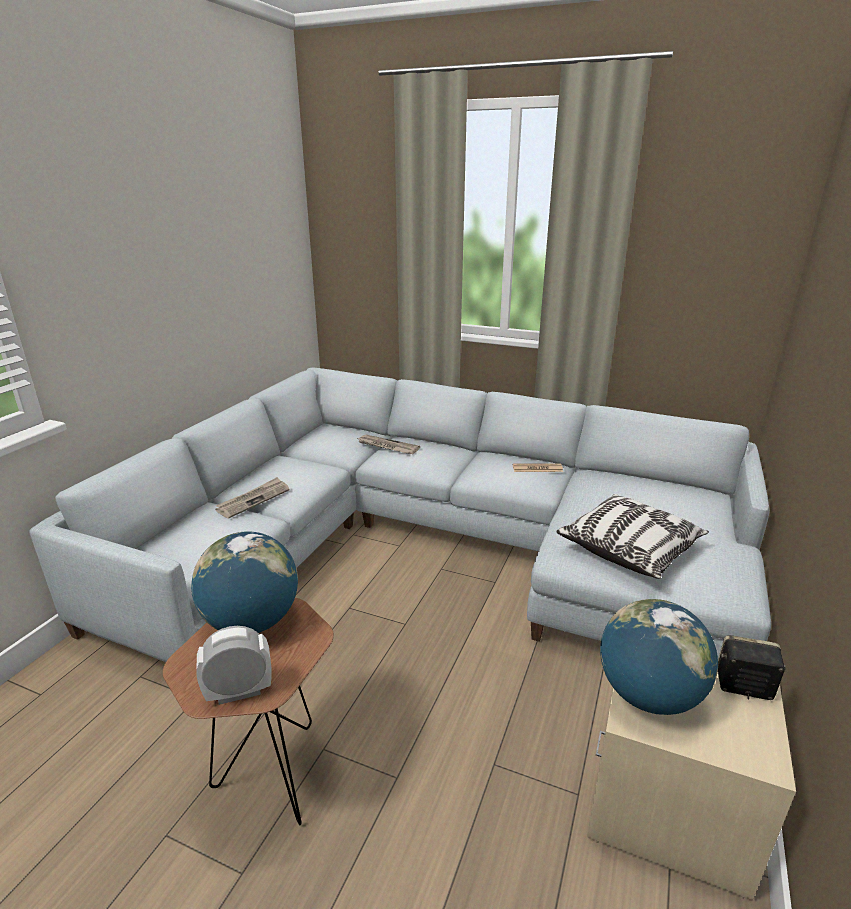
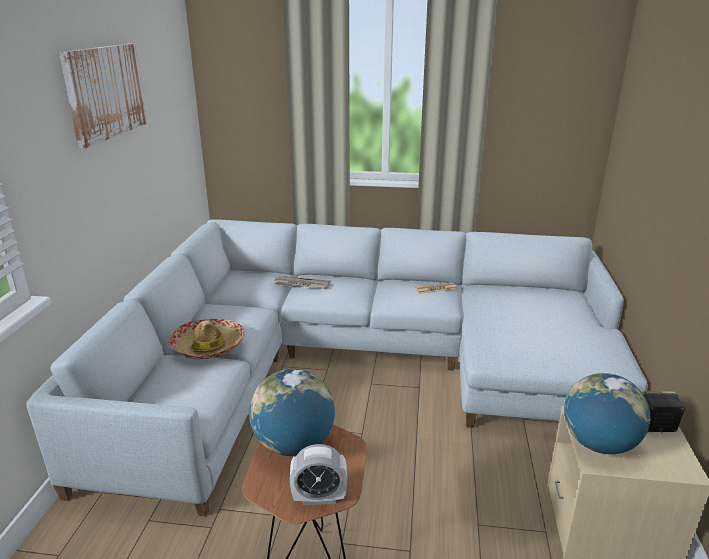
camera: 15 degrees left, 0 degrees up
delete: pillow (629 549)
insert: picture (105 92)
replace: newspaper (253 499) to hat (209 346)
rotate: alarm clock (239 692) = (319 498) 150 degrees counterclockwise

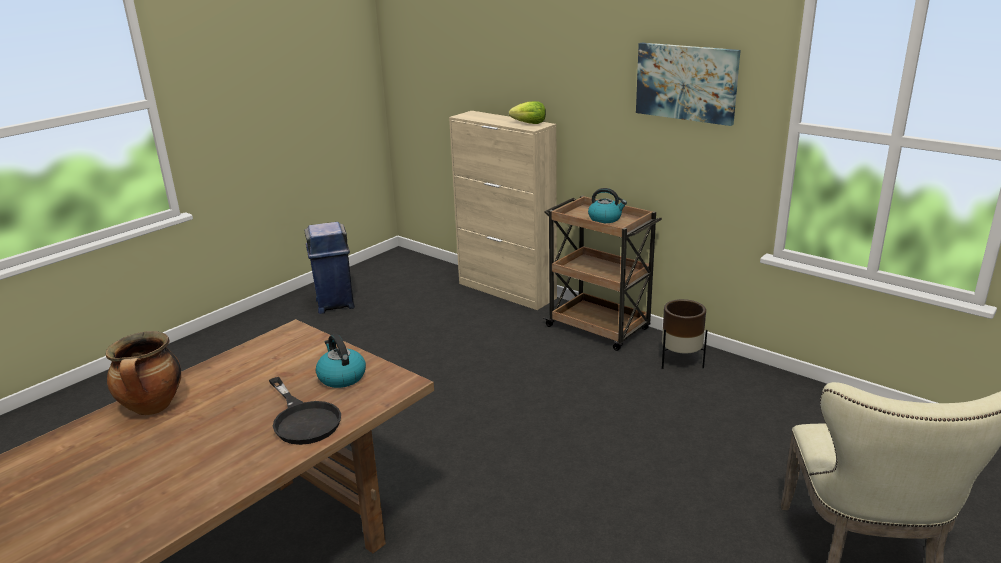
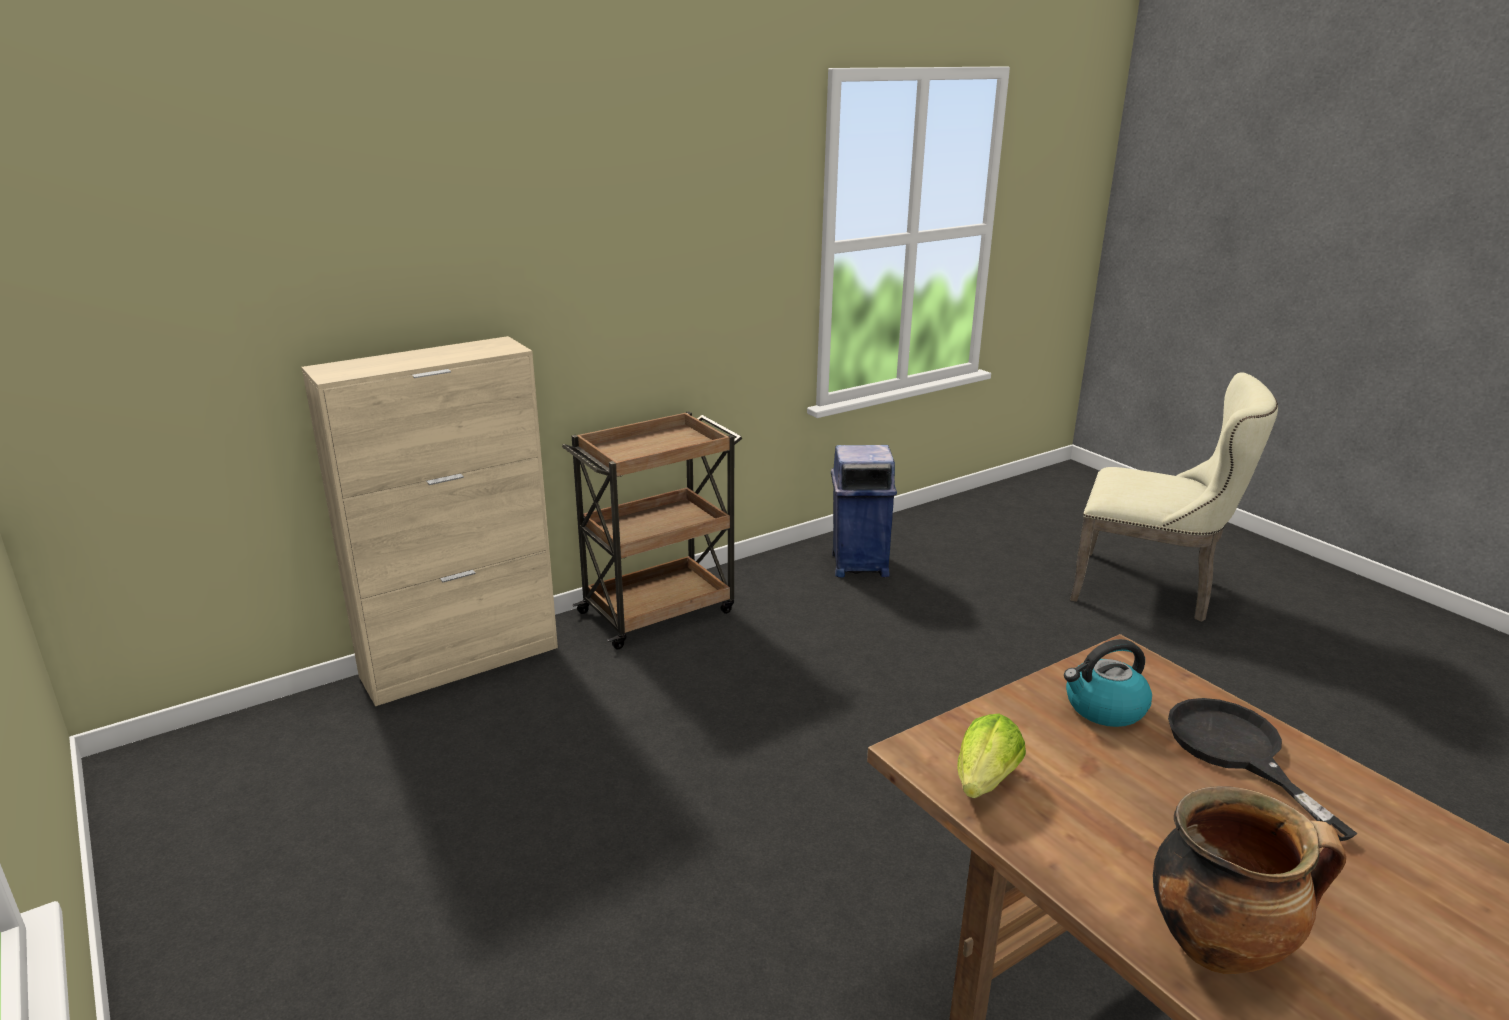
camera: 75 degrees left, 0 degrees up
delete: kettle (605 218); picture (686 82); planter (brown) (681 362)
move: trash can (blue) (335 303) to (858 564); lettuce (529 124) to (985 781)
rotate: frying pan (black) (303 419) = (1236 752) 90 degrees counterclockwise

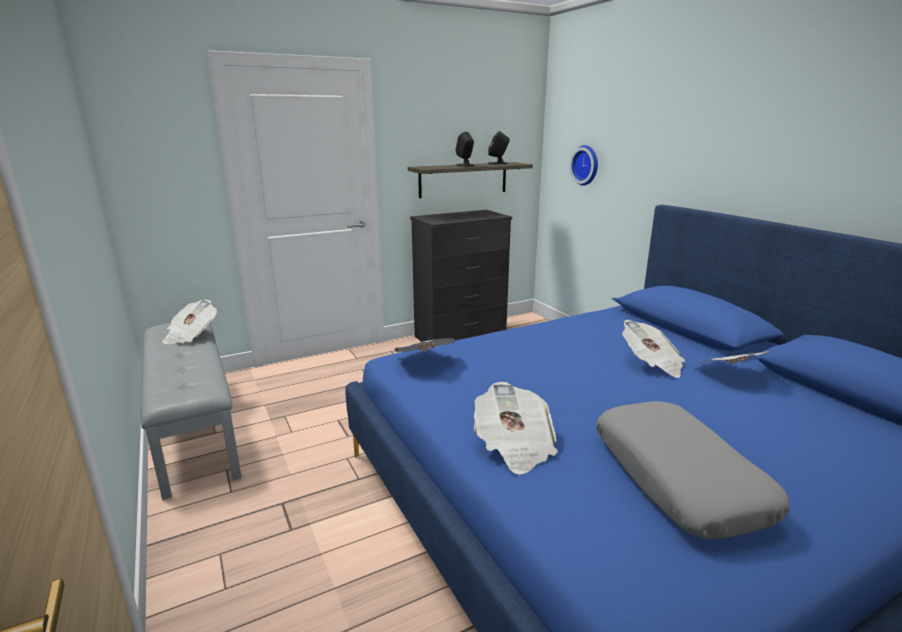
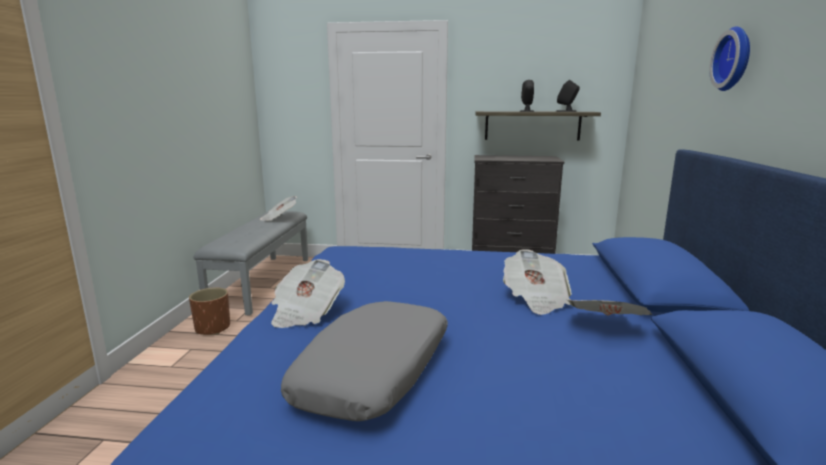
camera: 35 degrees right, 5 degrees down
delete: newspaper (424 361)
insert: planter (brown) (212 328)
move: wall clock (586 165) to (735 59)

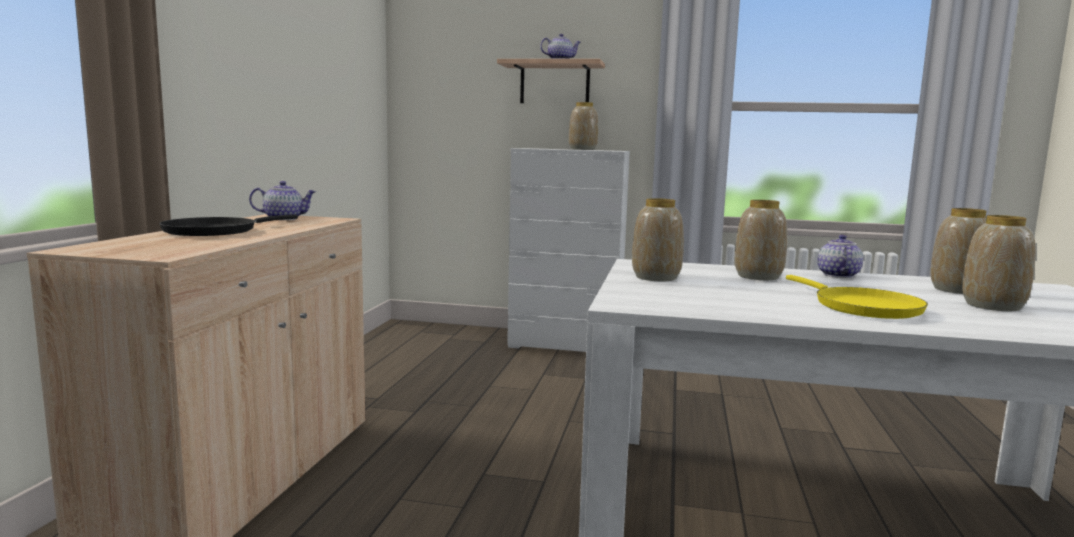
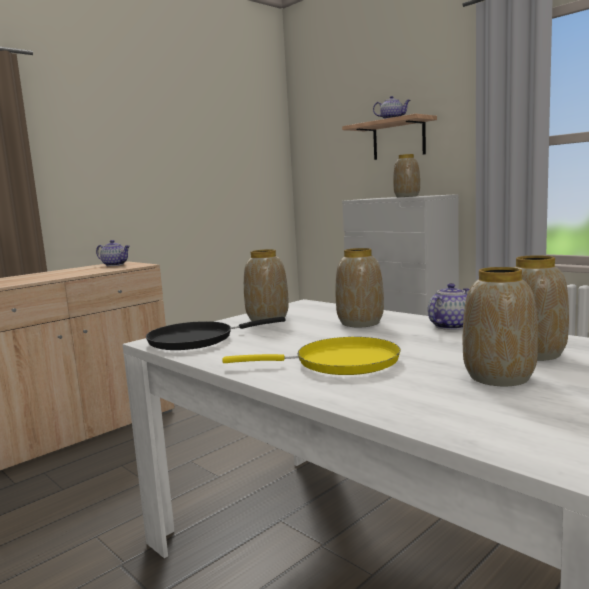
camera: 35 degrees right, 0 degrees up
move: frying pan (black) (215 231) to (197 340)
rotate: frying pan (yellow) (861 307) = (339 363) 105 degrees counterclockwise

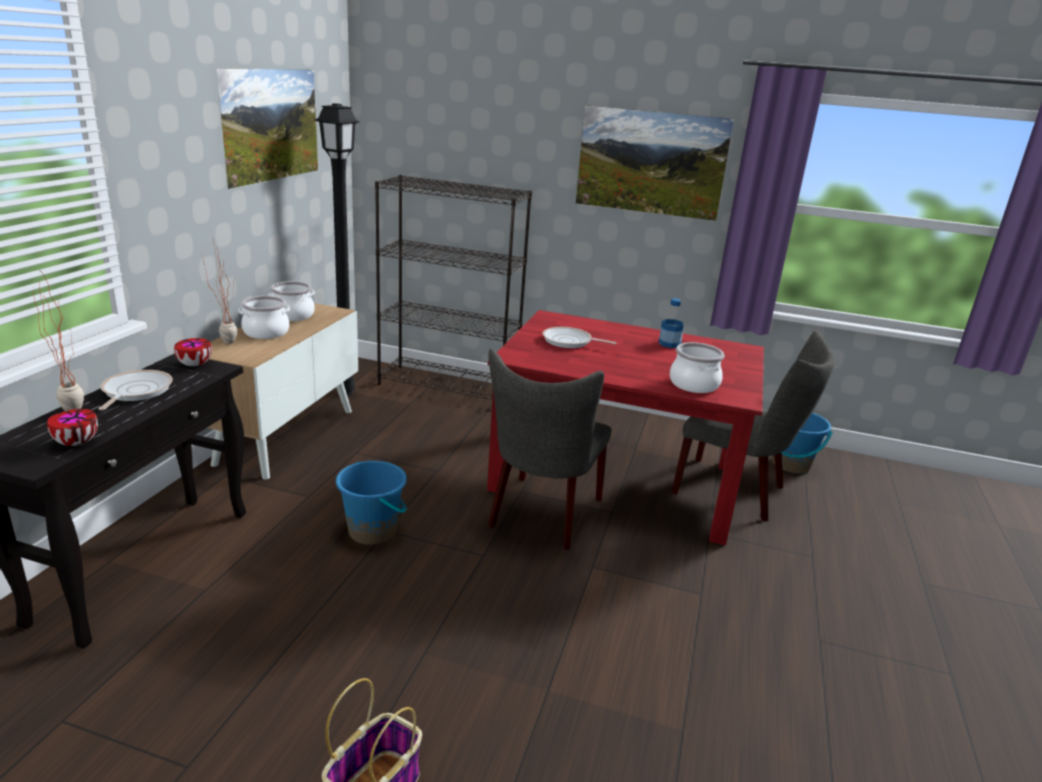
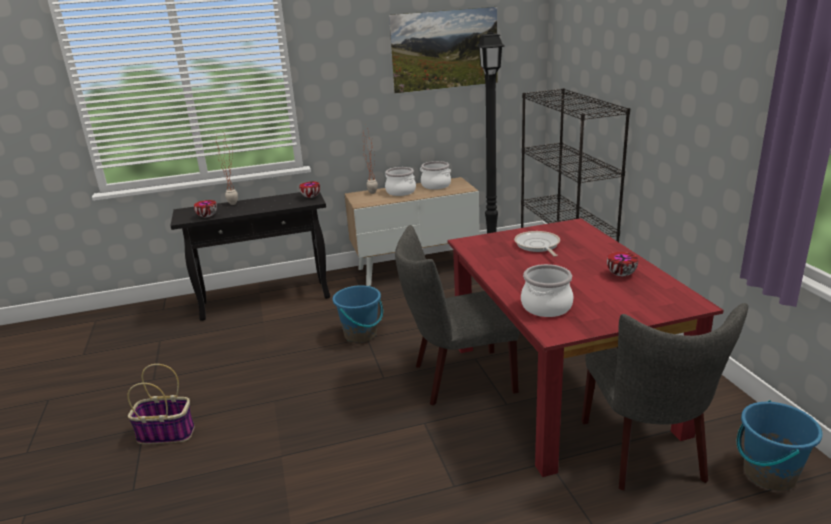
camera: 60 degrees right, 0 degrees up
delete: frying pan (135 392); picture (647 187)
replace: bottle (669 344) to bowl (621 274)

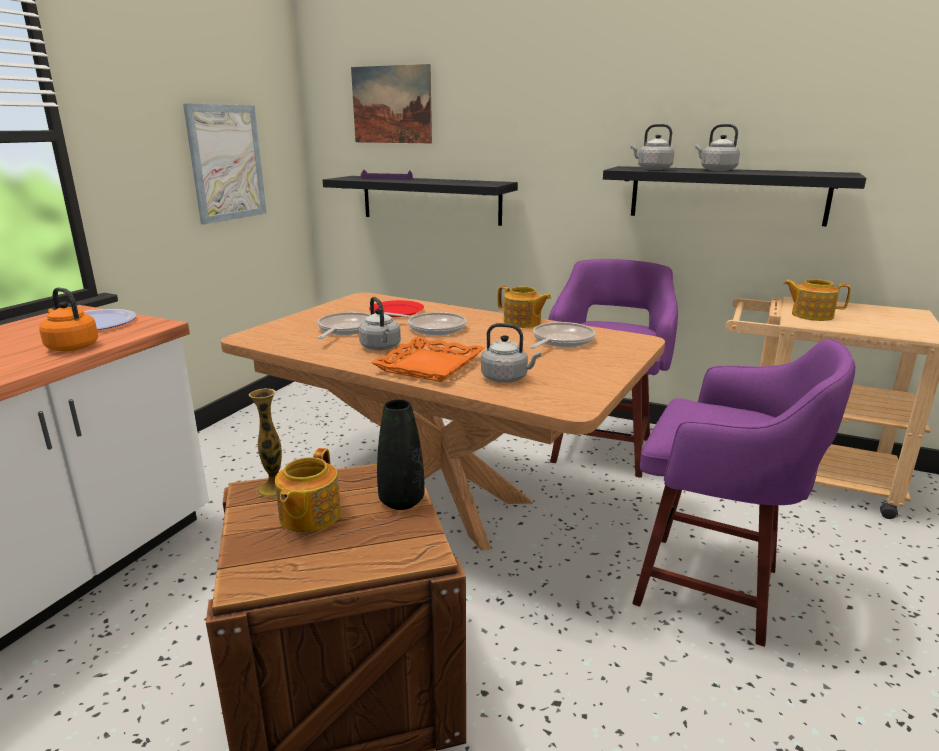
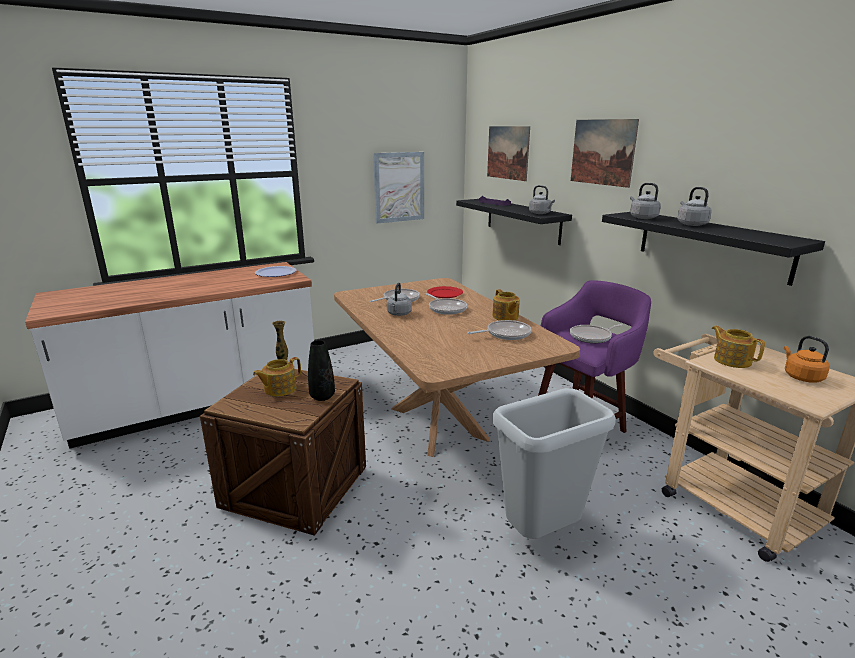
camera: 35 degrees right, 0 degrees up
delete: tray (orange) (429 365)
insert: frying pan (592 337); picture (602 152)
move: kettle (grey) (507 378) to (540 213); kettle (orange) (71 346) to (801 377)
replace: stool (purple) (713 588) to trash can (grey) (542 536)

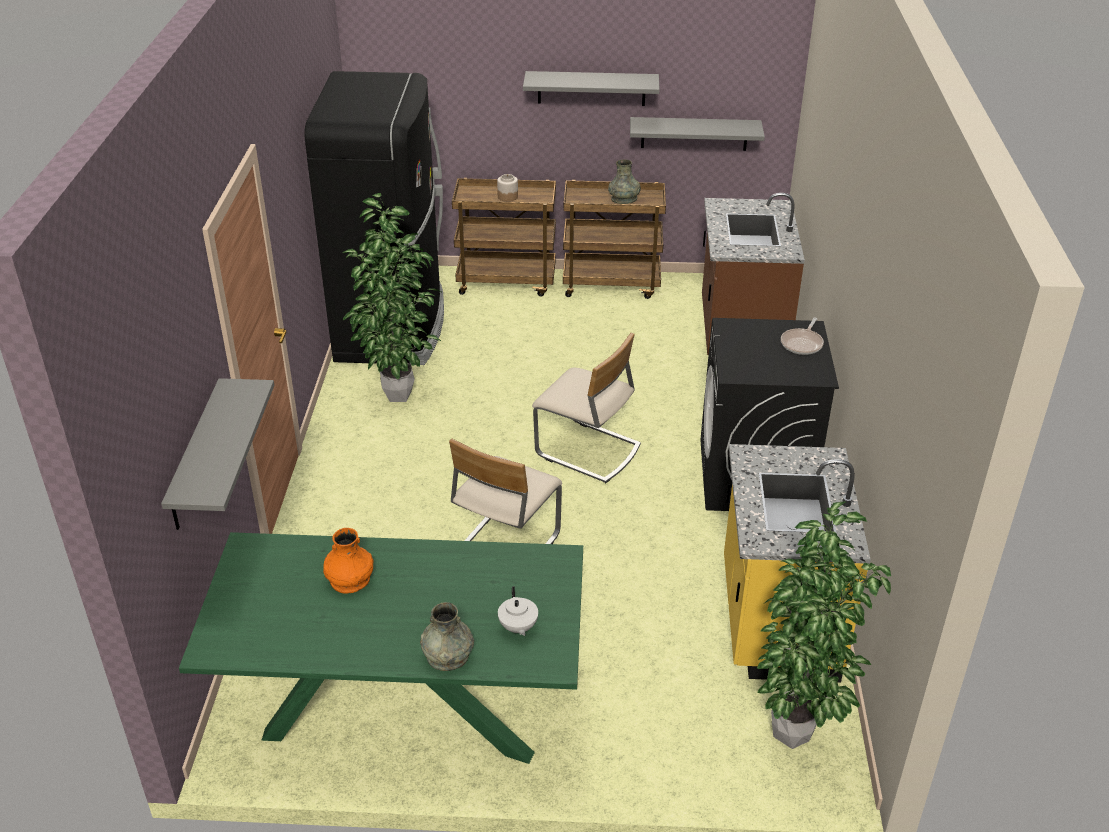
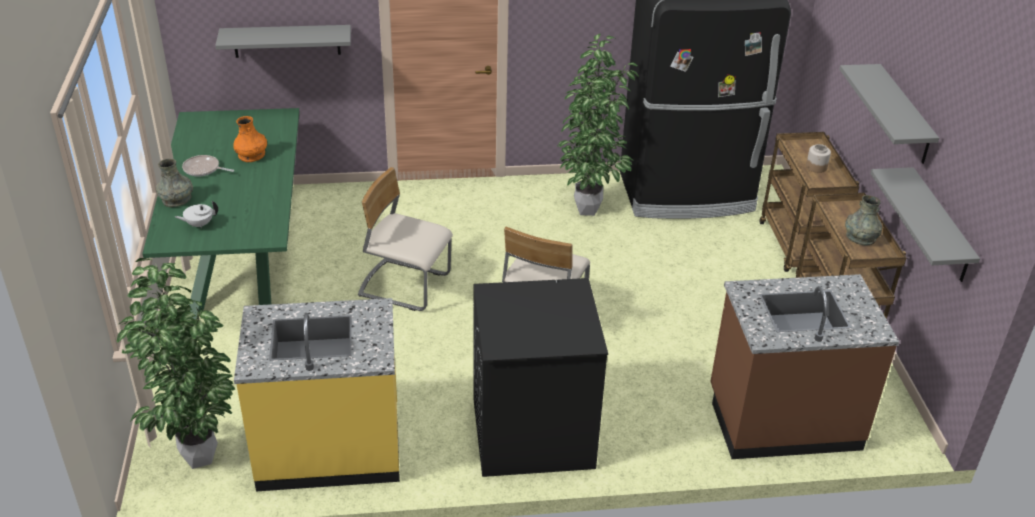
camera: 80 degrees right, 0 degrees up
move: frying pan (802 343) to (203 169)

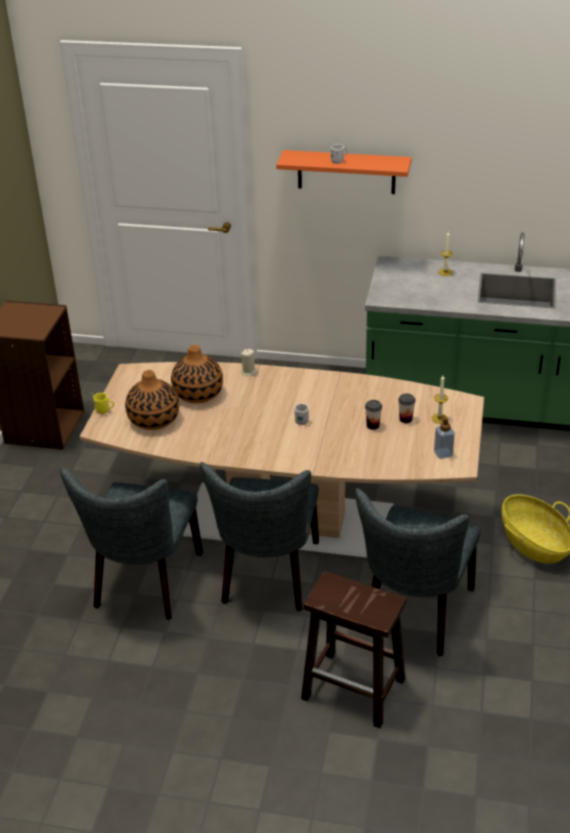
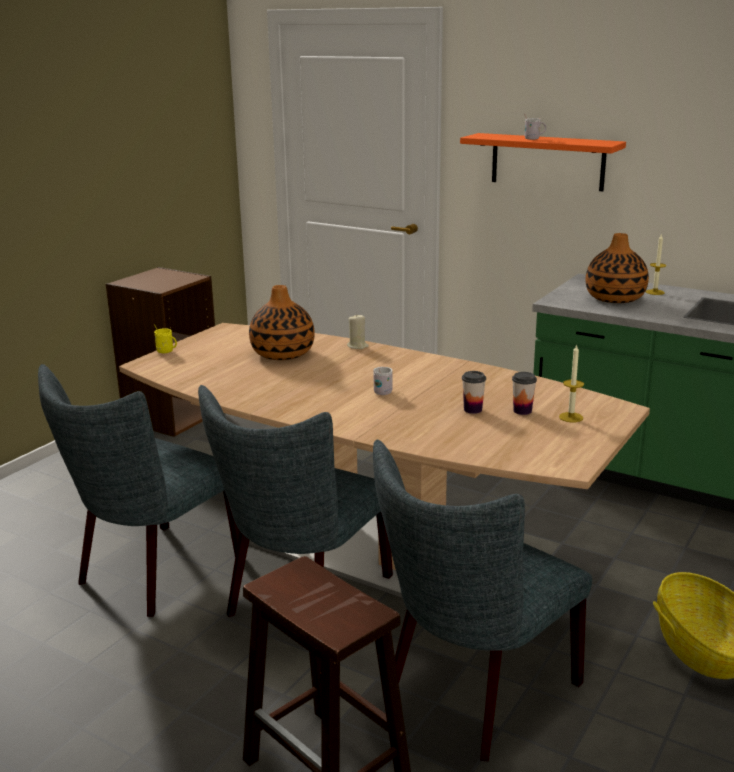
camera: 20 degrees right, 15 degrees down
delete: soap dispenser (443 453)
move: vase (154 419) to (615 298)

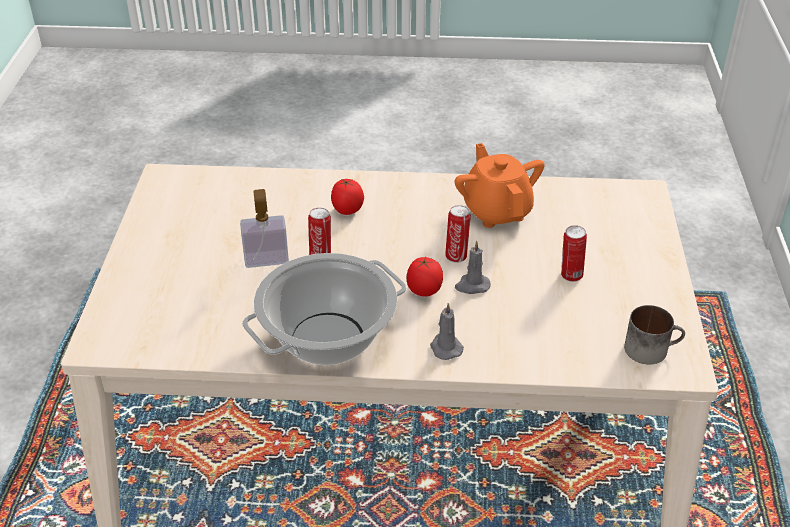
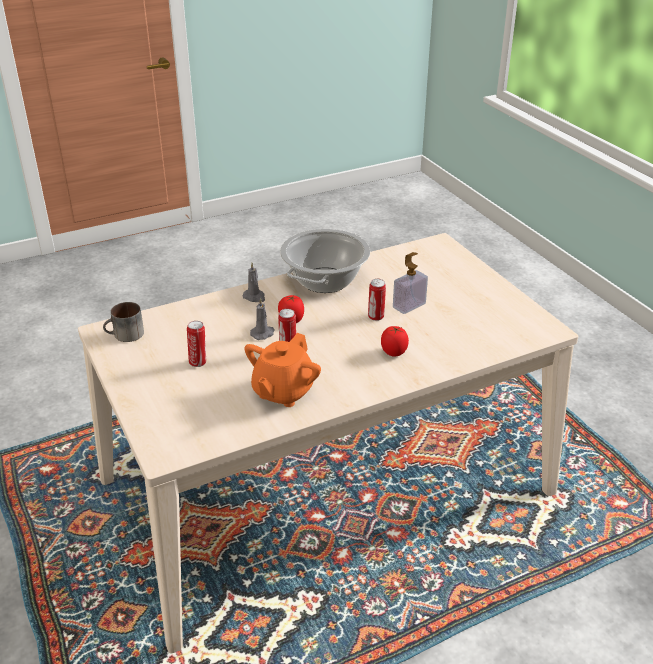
camera: 150 degrees right, 5 degrees down
rotate: teapot (orange) (497 211) = (283 392) 75 degrees clockwise

